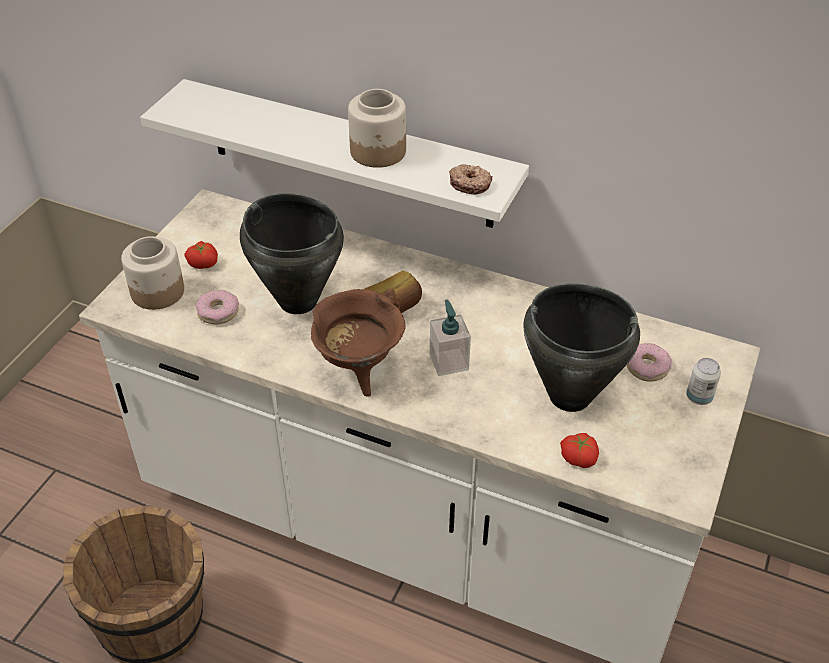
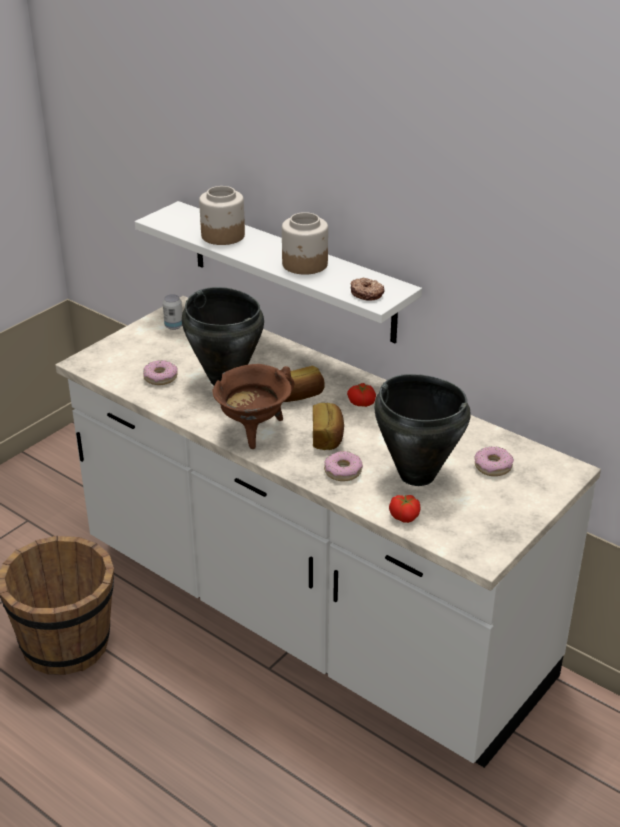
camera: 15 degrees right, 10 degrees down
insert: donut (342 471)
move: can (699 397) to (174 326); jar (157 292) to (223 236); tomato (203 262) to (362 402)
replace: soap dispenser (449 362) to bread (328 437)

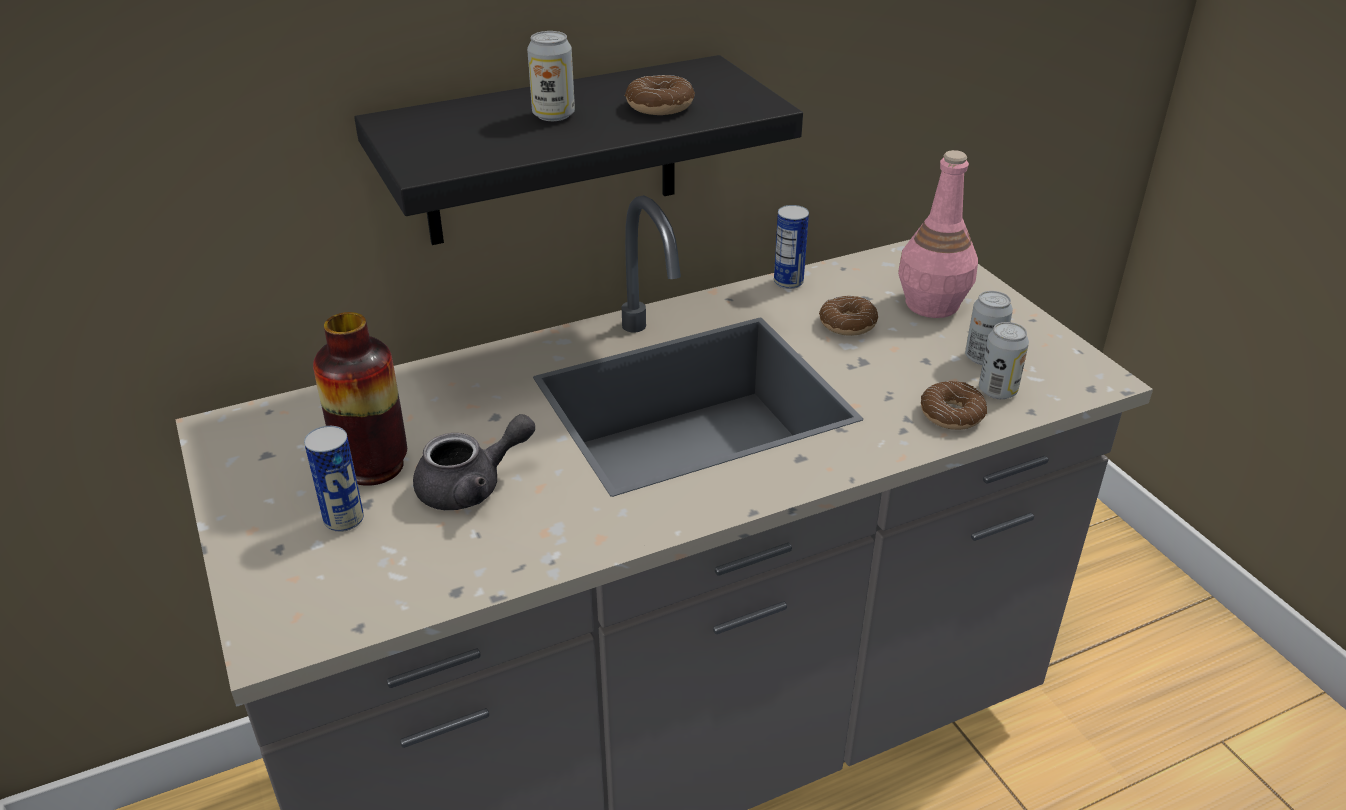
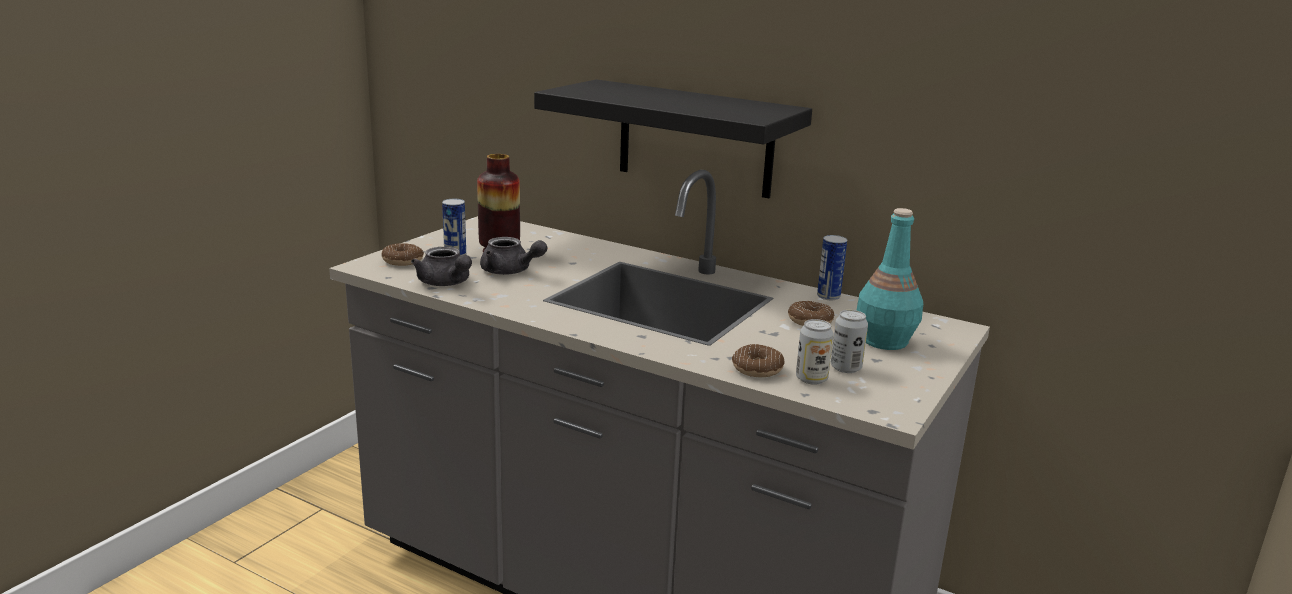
camera: 55 degrees right, 15 degrees down
delete: can (553 115)
insert: teapot (grey) (446 283)
move: donut (660 106) to (403 261)
recolor: bottle (pink) (932 305) to bottle (turquoise) (884 341)

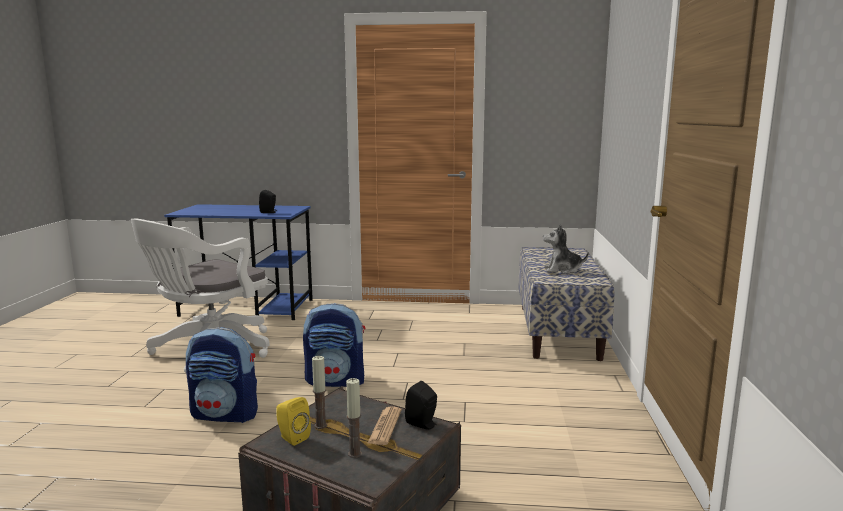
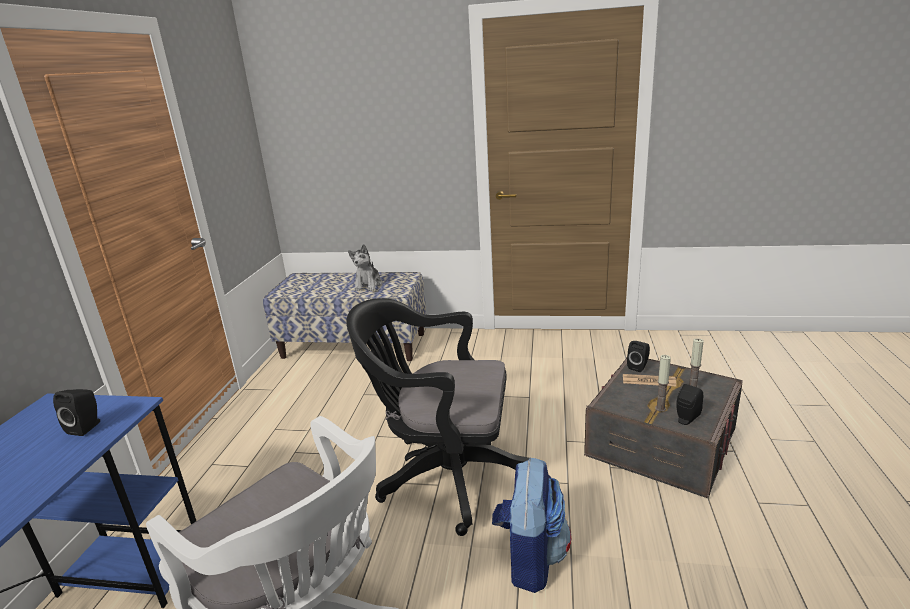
camera: 85 degrees left, 10 degrees up
replace: backpack (336 381) to office chair (black) (445 476)
recolor: speaker (yellow) (292 438) to speaker (black) (686 419)

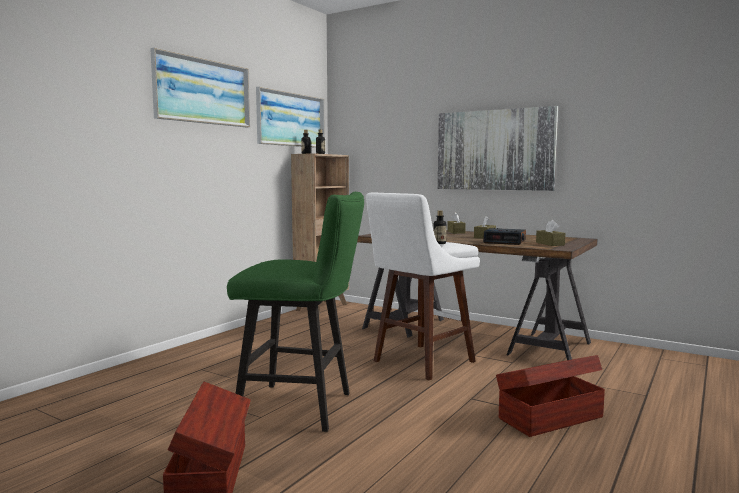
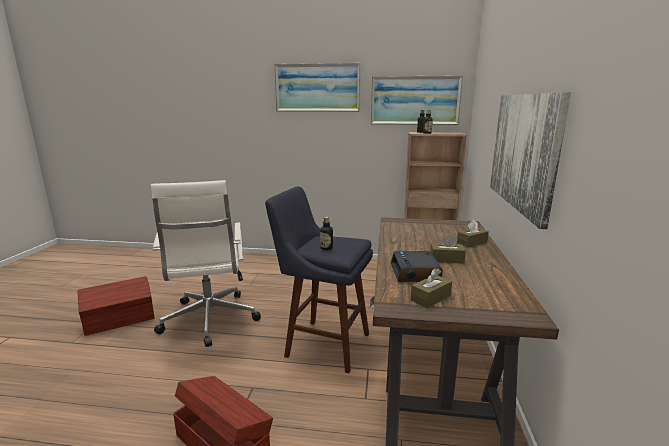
camera: 65 degrees right, 10 degrees up
replace: stool (green) (303 408) to office chair (white) (209 320)
recolor: stool (white) (419 363) to stool (blue) (322 343)

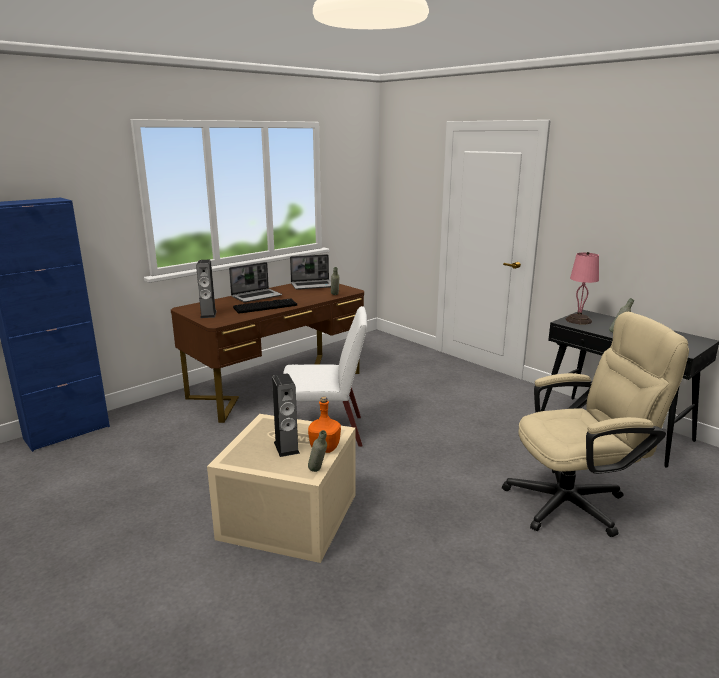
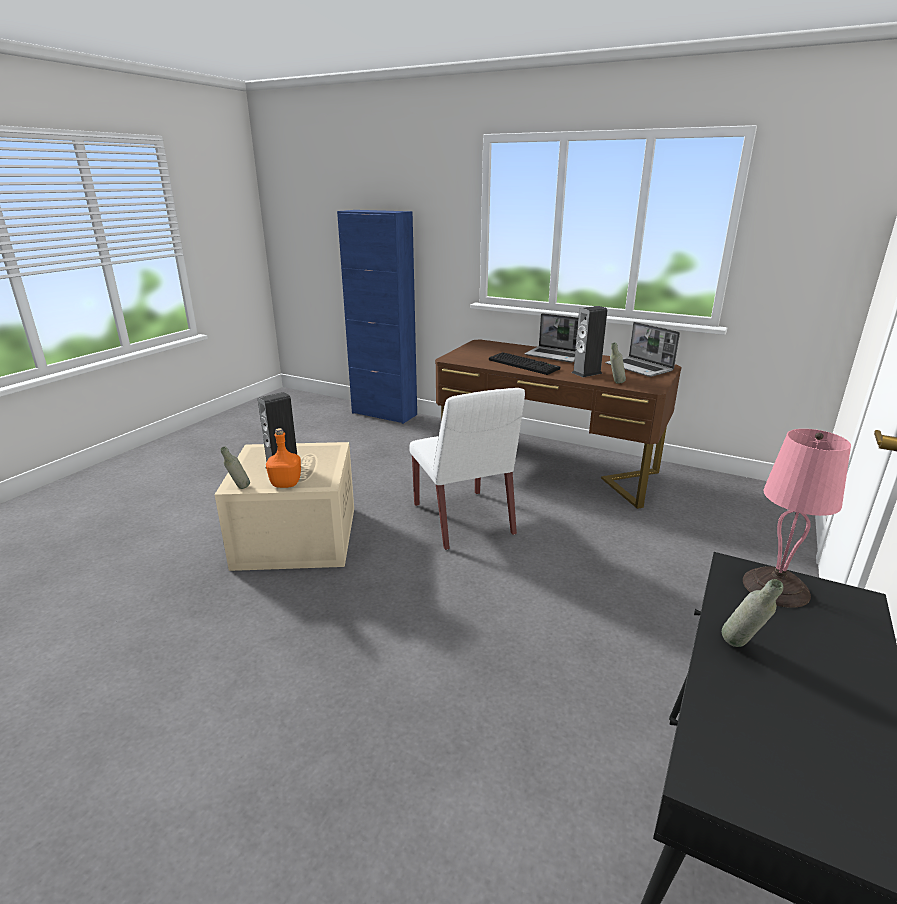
camera: 70 degrees right, 5 degrees up
delete: office chair (beige) (577 502)
move: speaker (208 314) to (586 373)

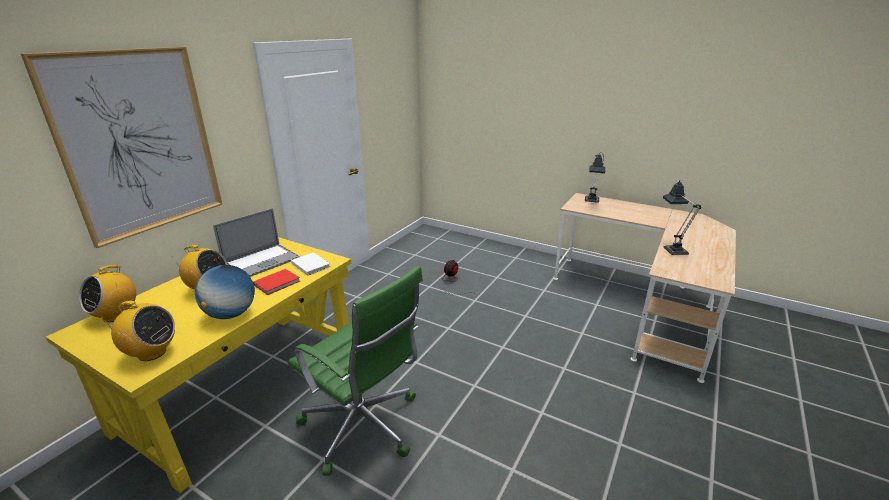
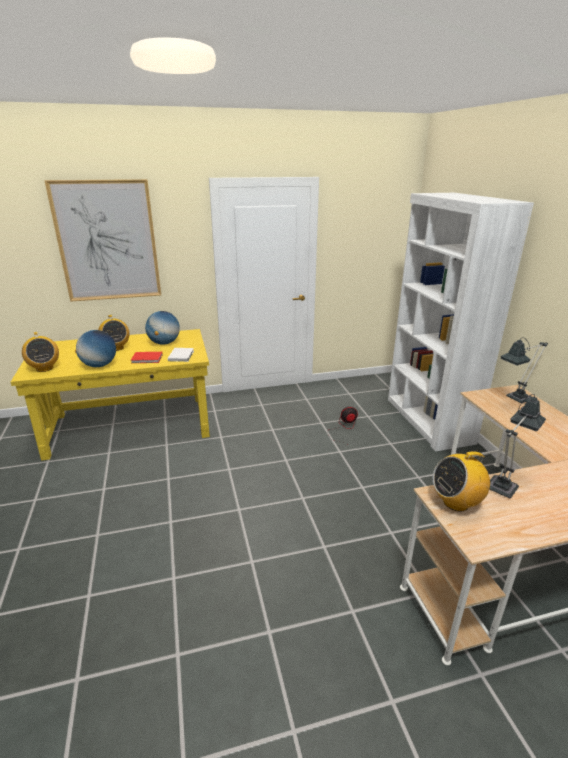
camera: 45 degrees right, 0 degrees up
delete: office chair (green) (363 427)
insert: bookcase (white) (428 420)
move: radio (116 315) to (456 502)
replace: laptop (261 261) to globe (164 343)

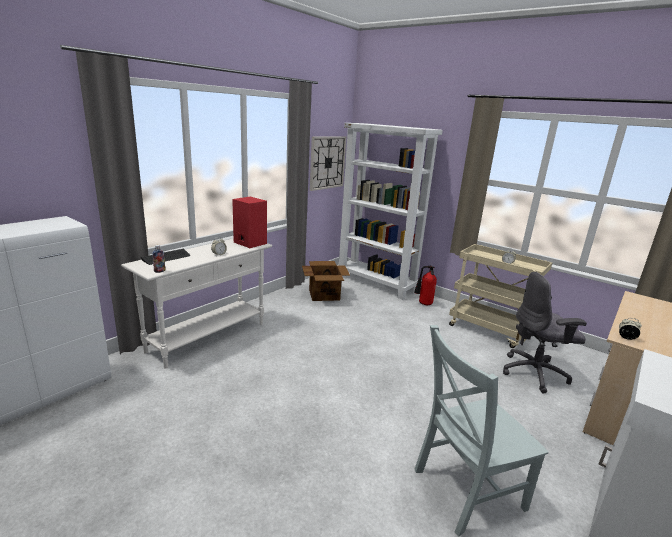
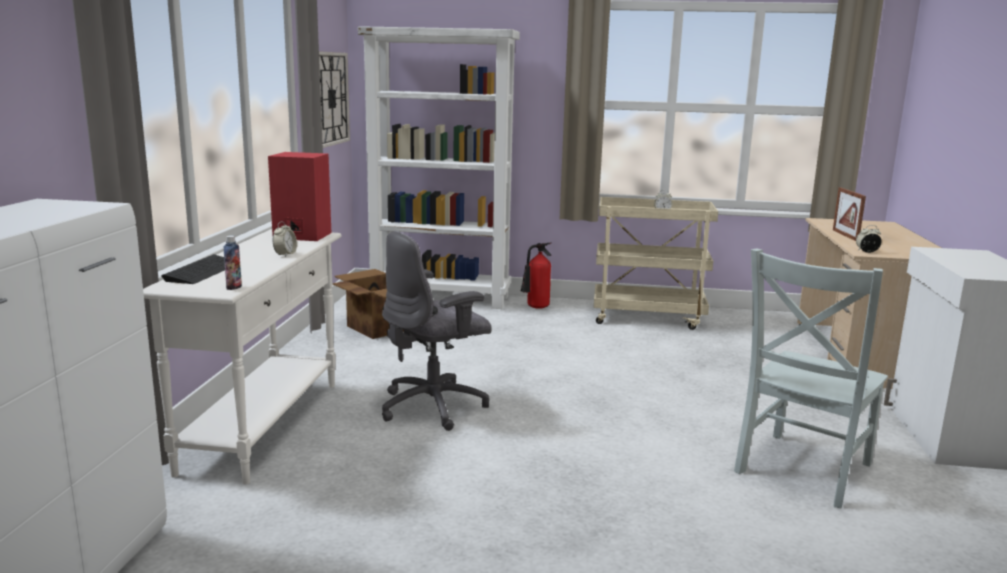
camera: 30 degrees left, 5 degrees down
insert: picture frame (845 235)
move: office chair (grey) (535 373) to (434 406)

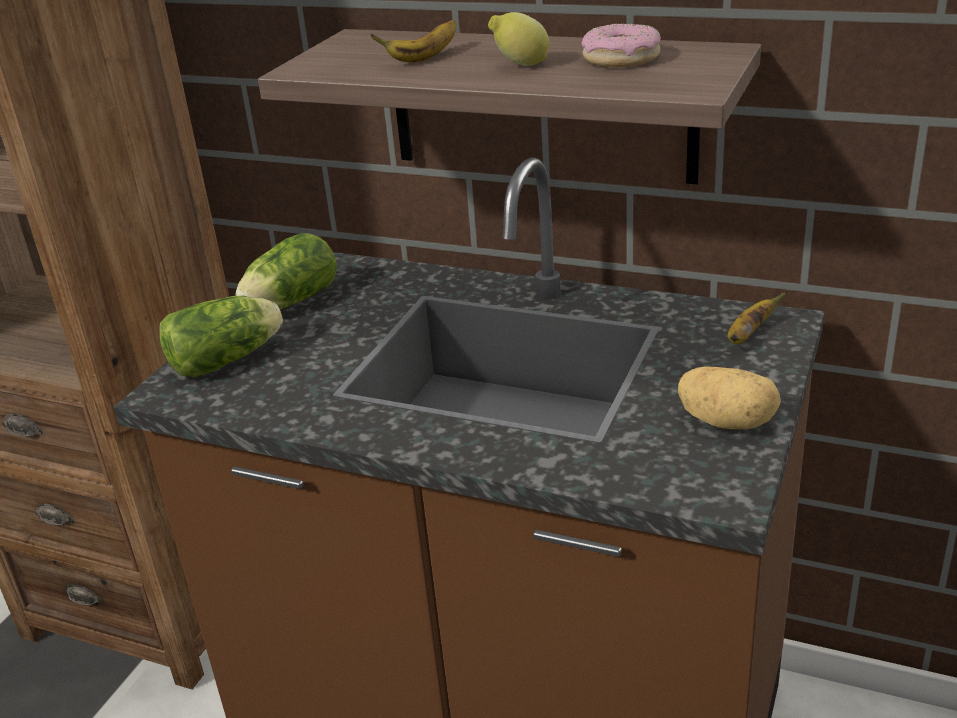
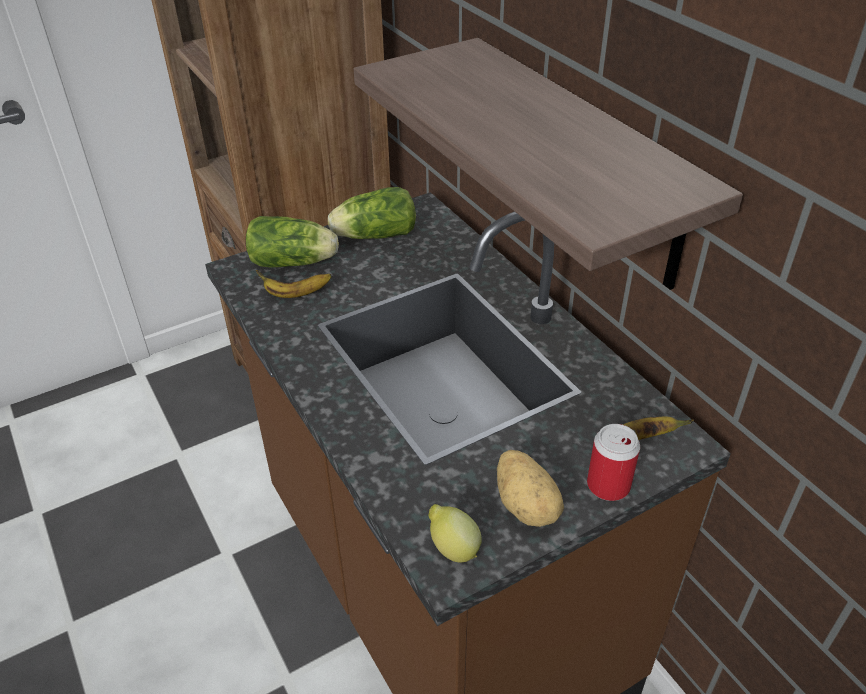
camera: 35 degrees right, 10 degrees up
delete: donut (621 58)
insert: can (608 485)
move: banana (423 58) to (296 294); lemon (520 65) to (453 548)

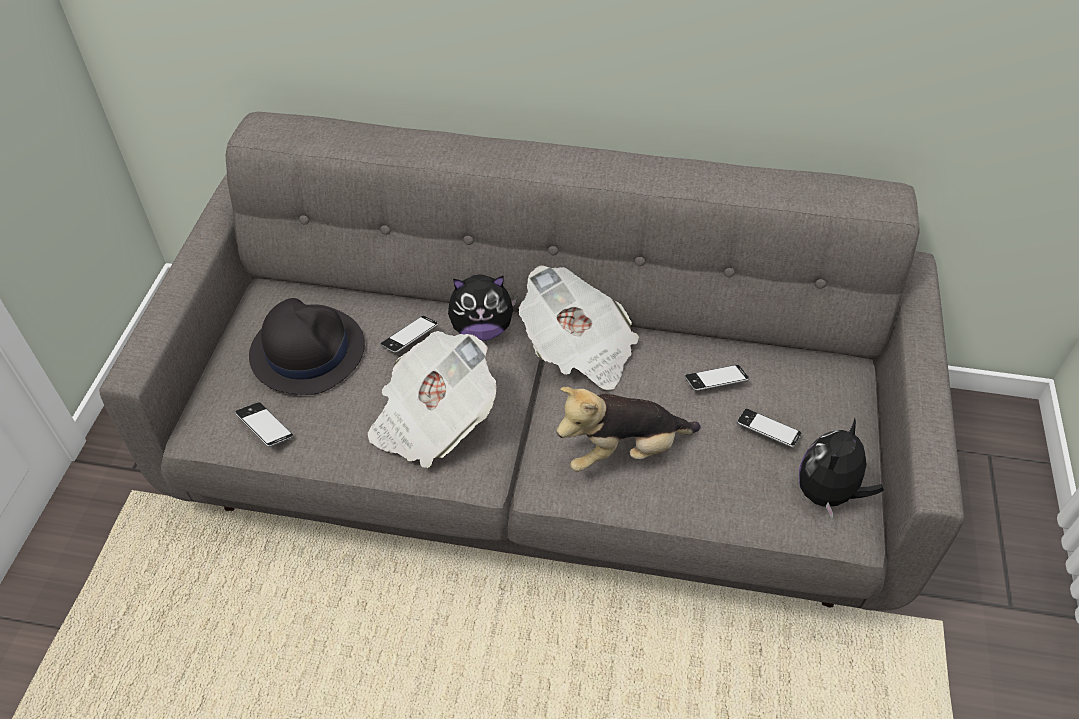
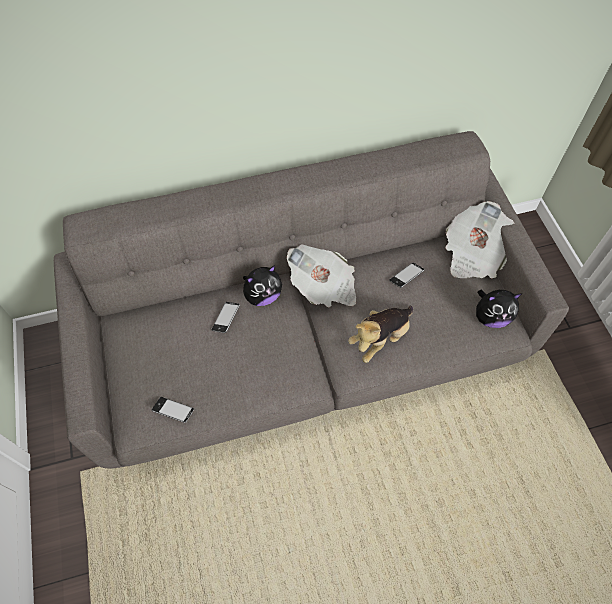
camera: 25 degrees left, 10 degrees up
delete: hat (black) (307 350); phone (768 431)
move: newspaper (432 420) to (473 253)
rotate: plush toy (828 494) = (490 317) 105 degrees counterclockwise

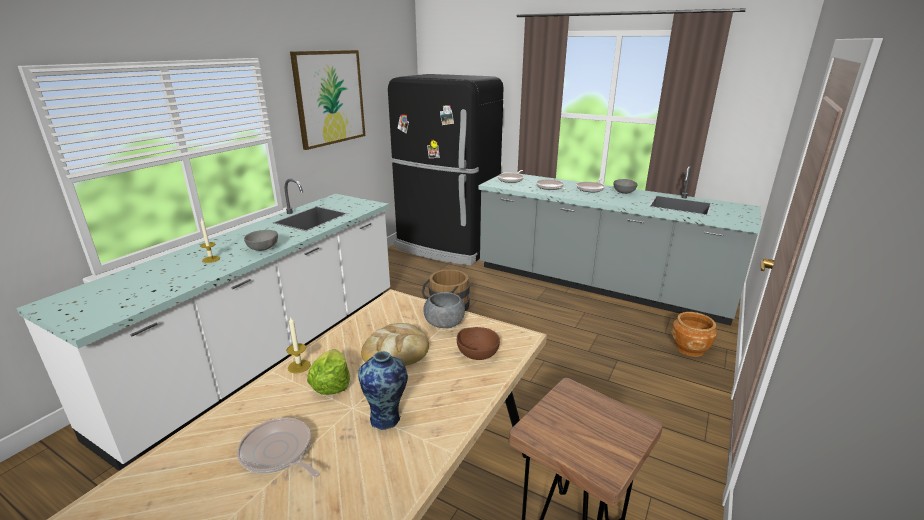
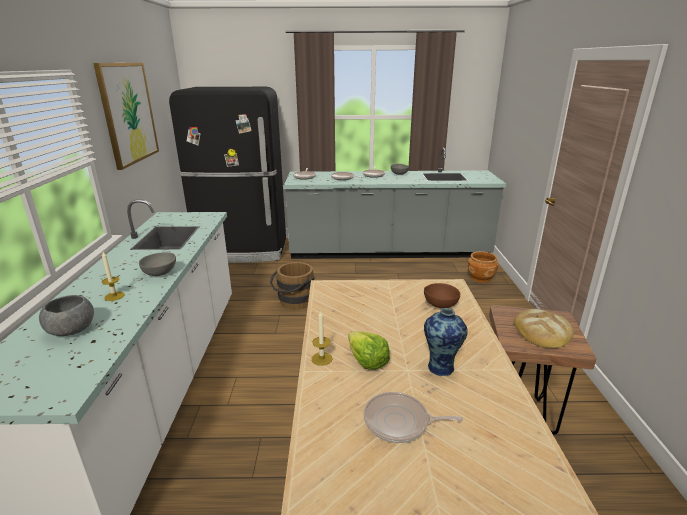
camera: 30 degrees left, 0 degrees up
move: bowl (grey) (444 323) to (72 330); bread (396 350) to (542 331)

